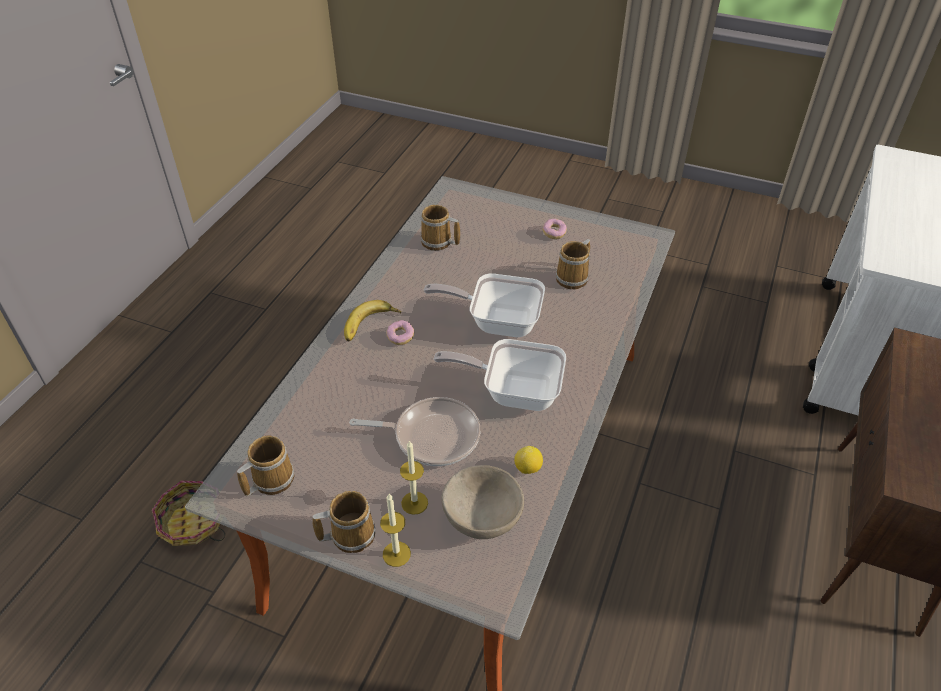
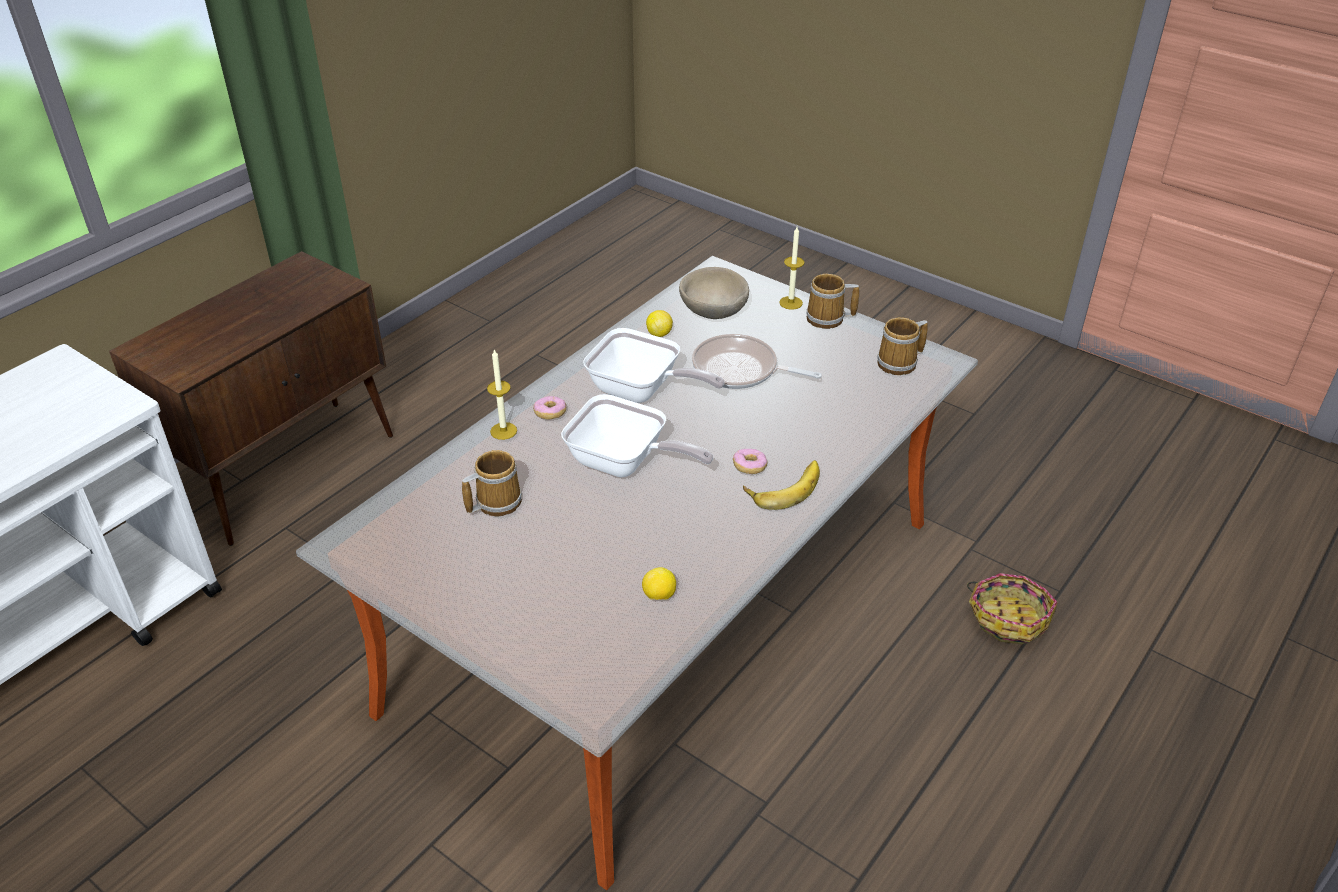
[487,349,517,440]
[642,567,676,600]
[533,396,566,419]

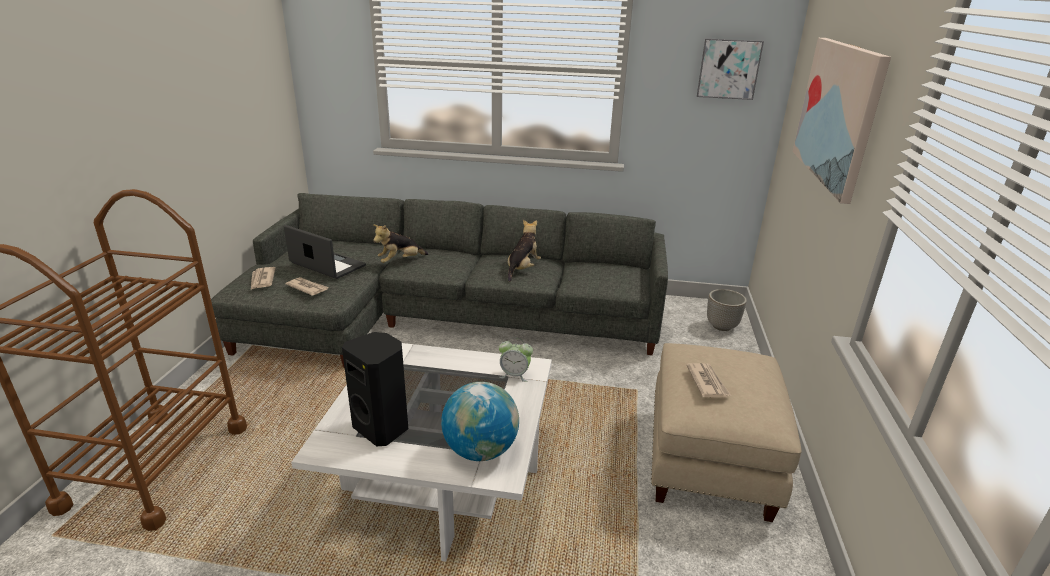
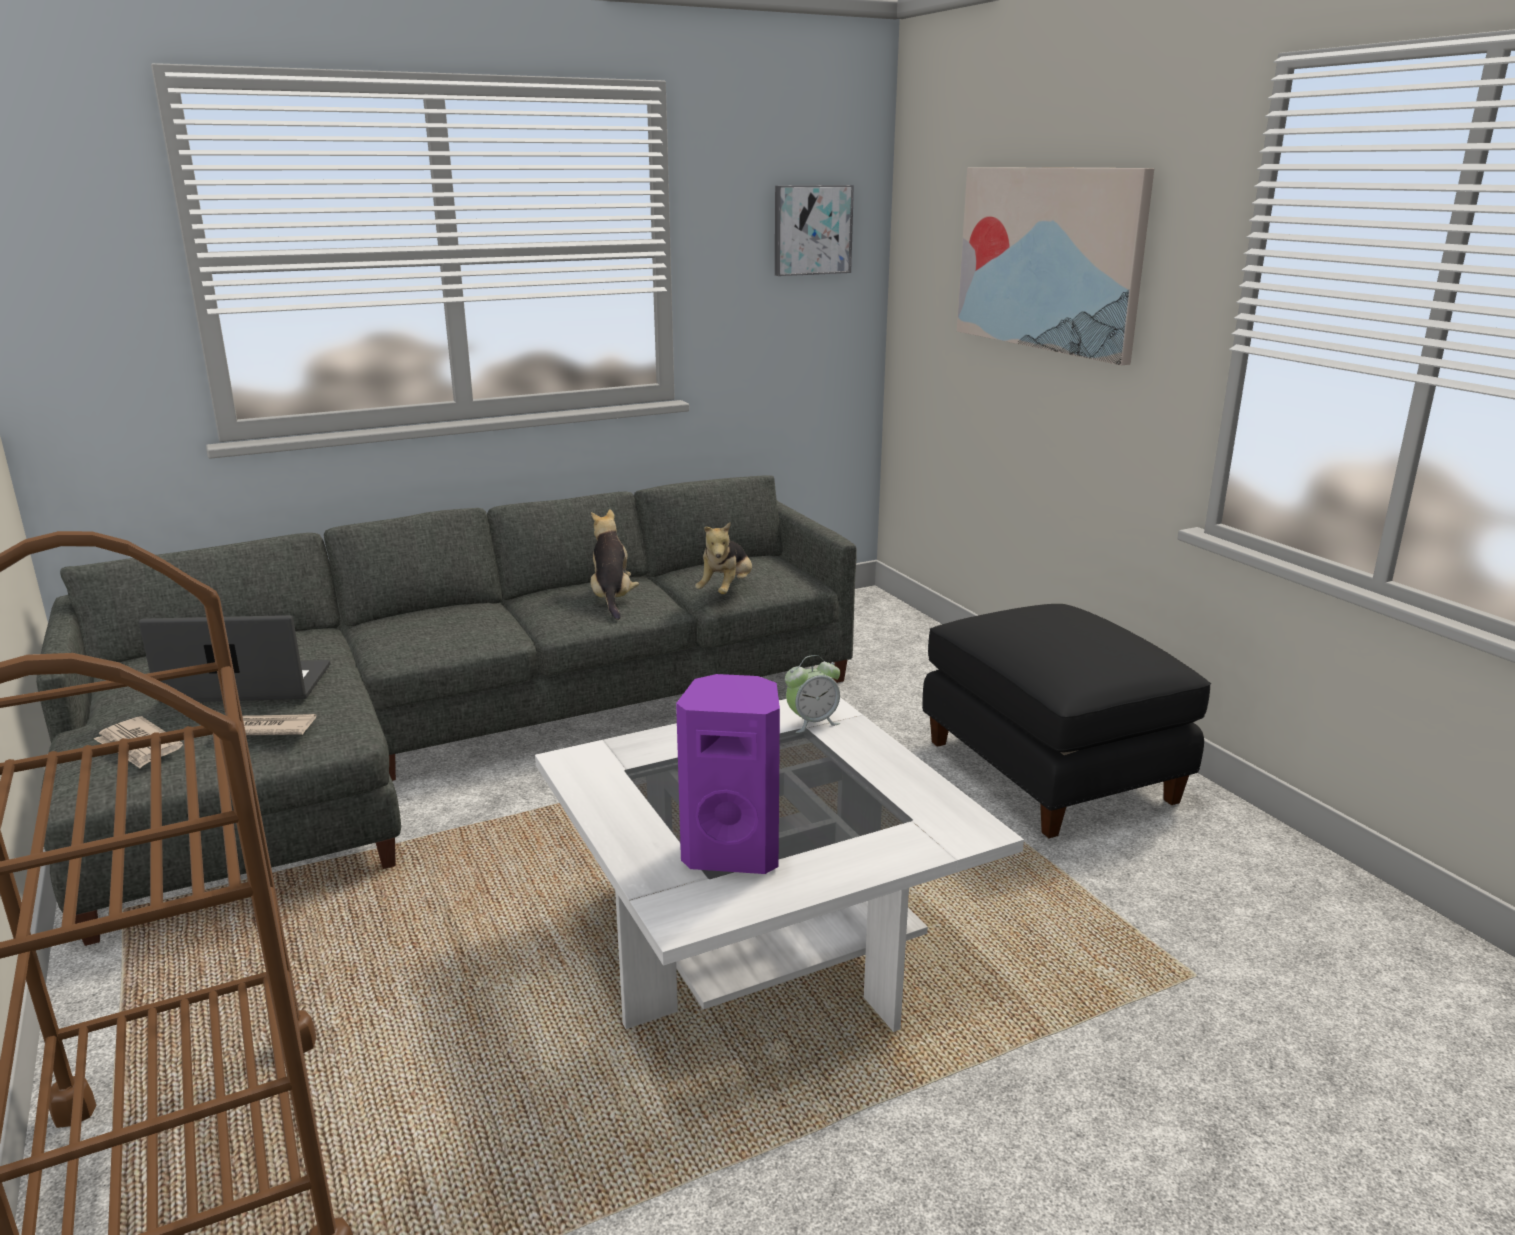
[676,674,780,874]
[695,522,752,594]
[441,382,519,461] (first image)
[922,604,1211,838]
[686,363,731,397] (first image)
[707,289,747,331] (first image)

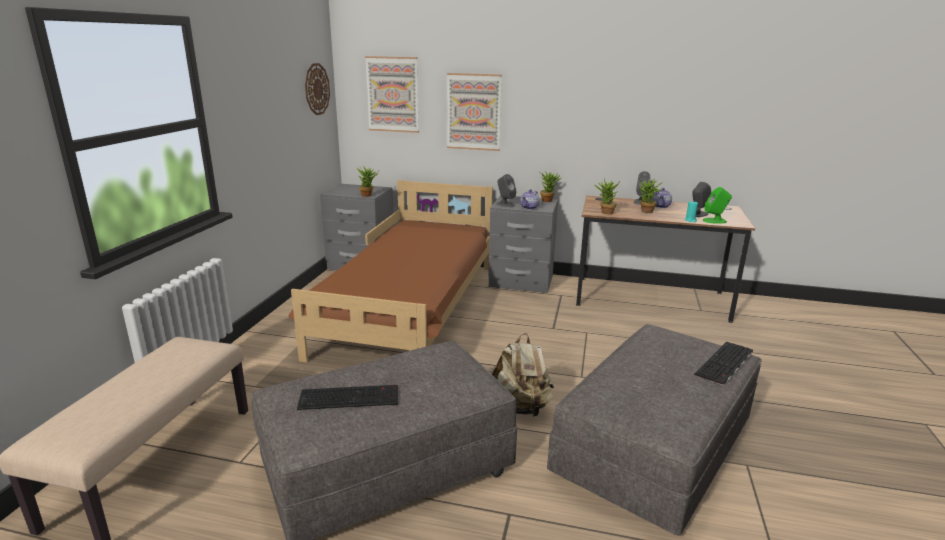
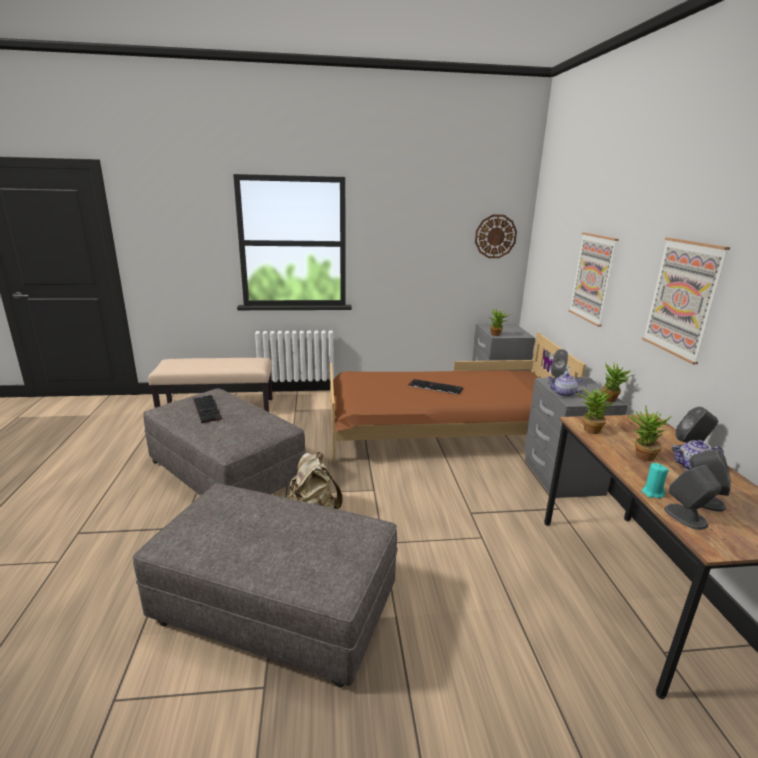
[642,238,730,364]
[408,379,463,395]
[664,465,722,530]

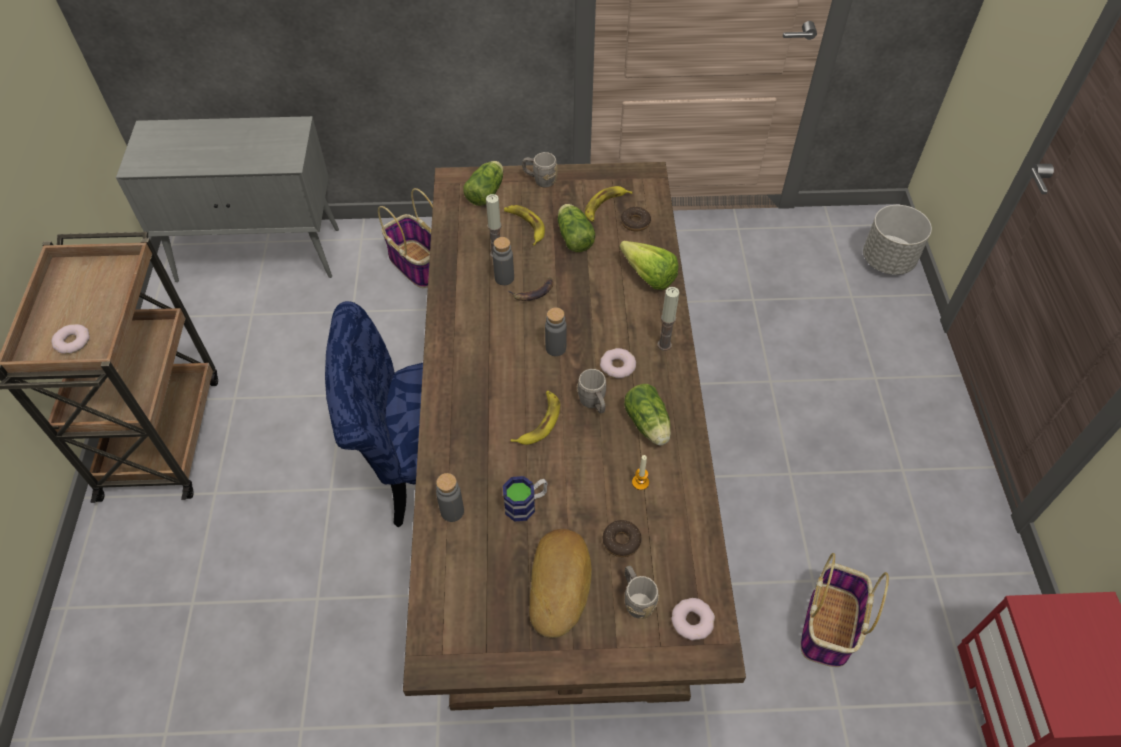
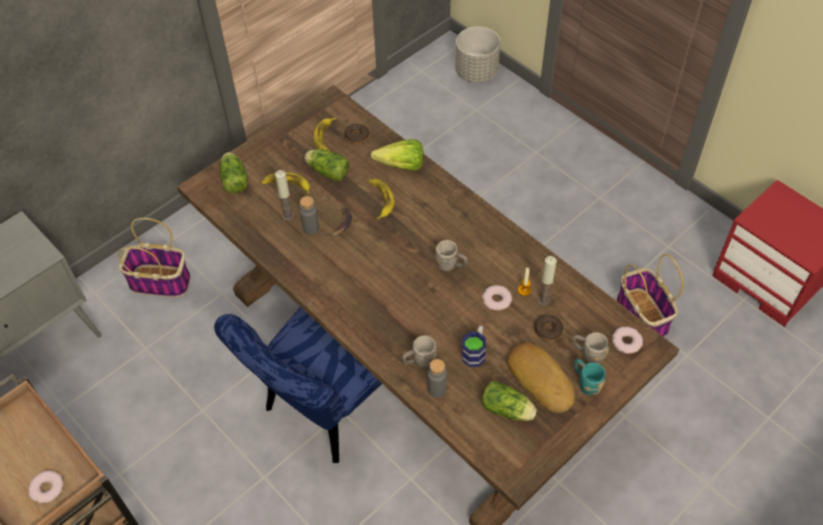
[369,179,395,220]
[402,336,437,368]
[545,307,567,356] (first image)
[482,285,512,311]
[482,381,537,421]
[538,256,557,306]
[574,359,605,395]

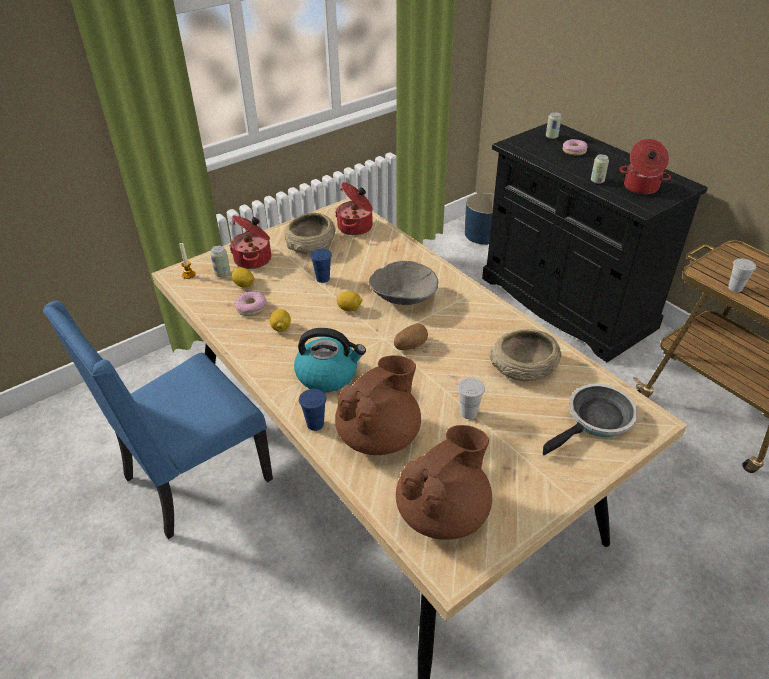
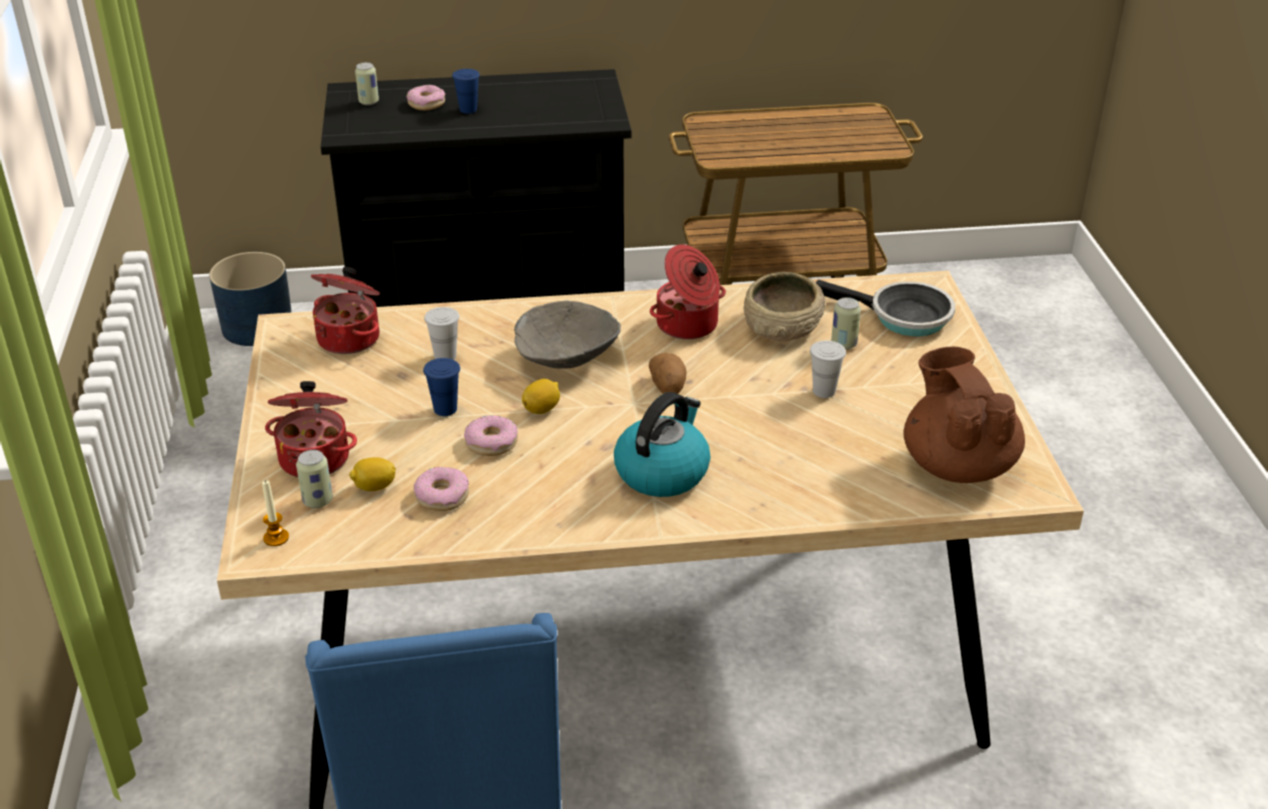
[270,309,291,332] (first image)
[285,213,336,254] (first image)
[452,69,480,114]
[335,355,421,455] (first image)
[816,280,955,336]
[831,297,861,349]
[650,244,726,339]
[424,307,459,360]
[464,415,518,456]

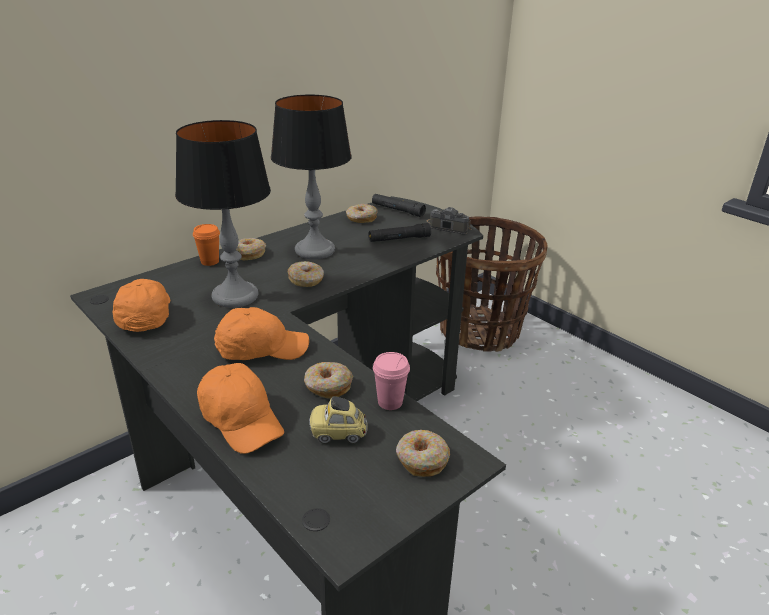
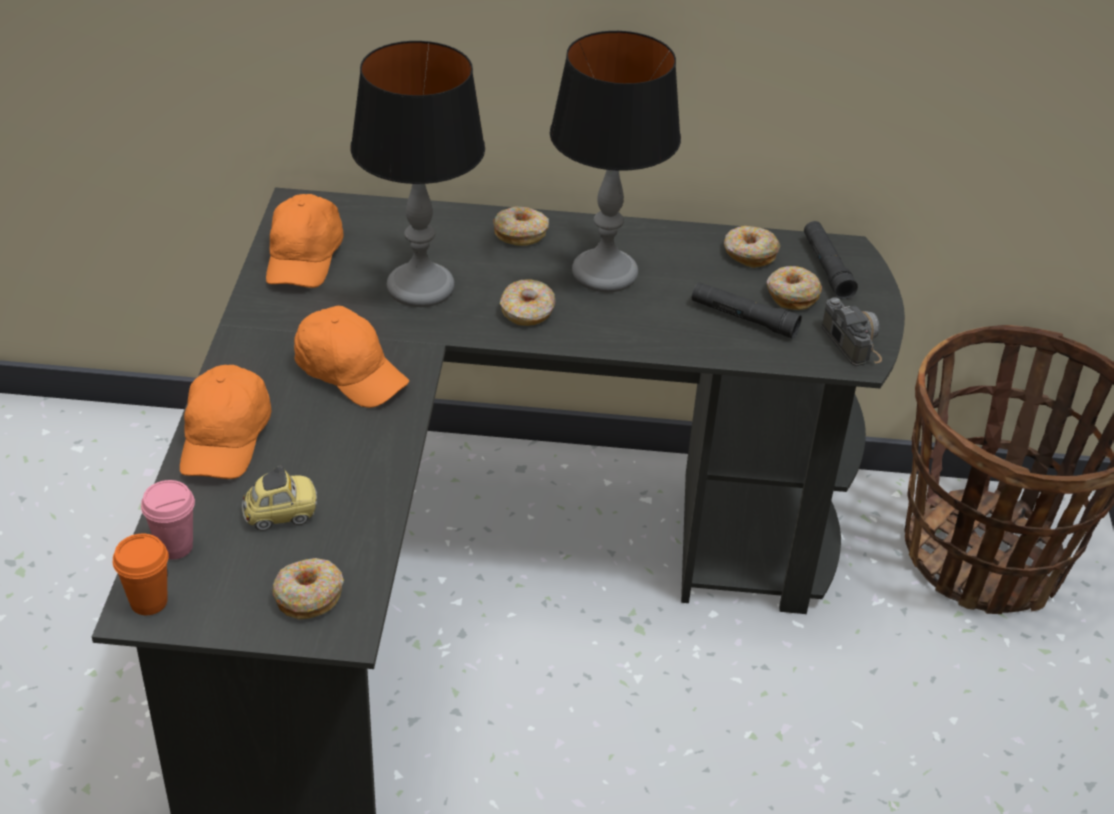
[266,194,343,288]
[113,534,169,615]
[767,266,822,310]
[242,465,317,531]
[141,480,195,560]

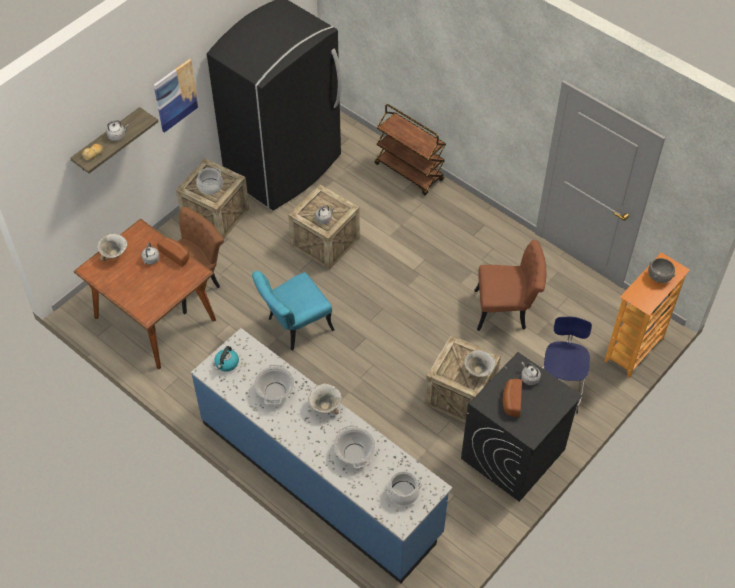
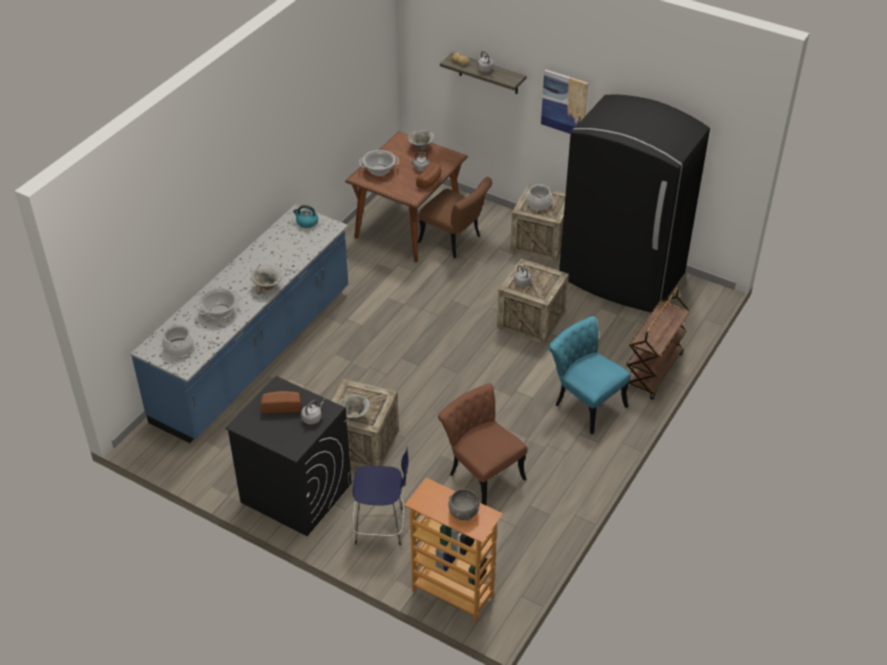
[548,316,631,434]
[359,150,399,176]
[438,384,527,505]

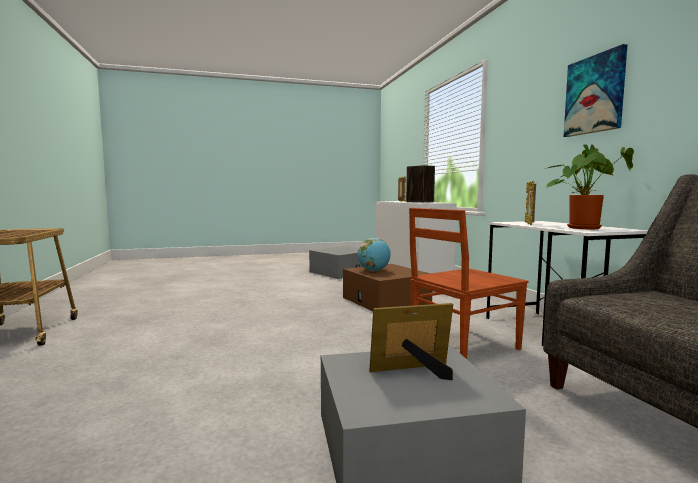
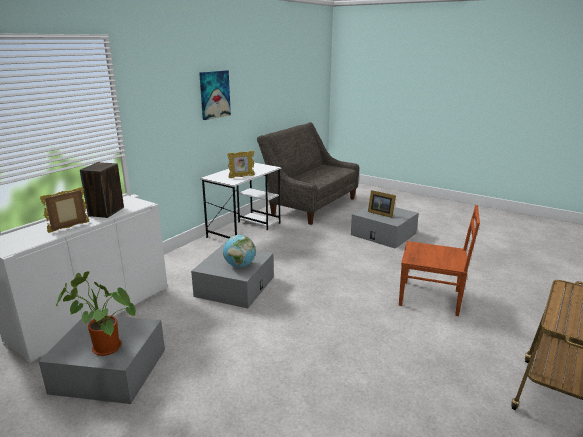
[191,245,274,308]
[399,205,480,316]
[56,271,136,356]

